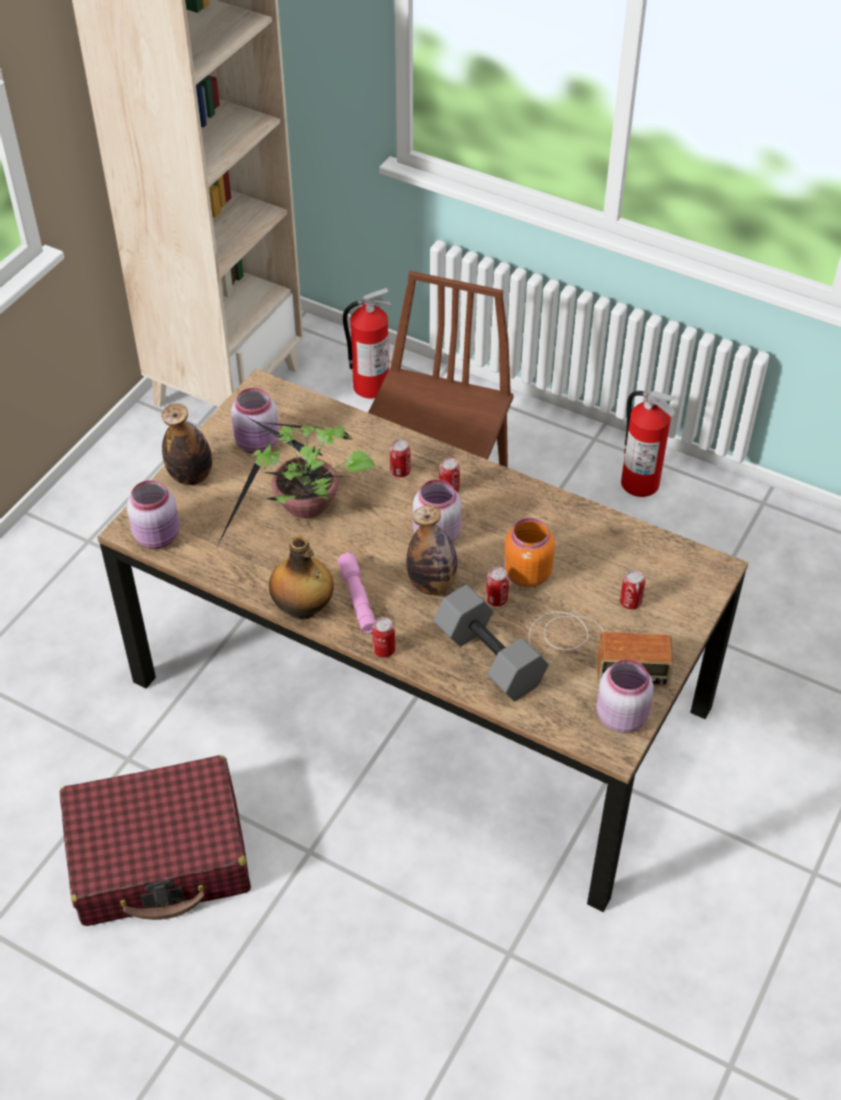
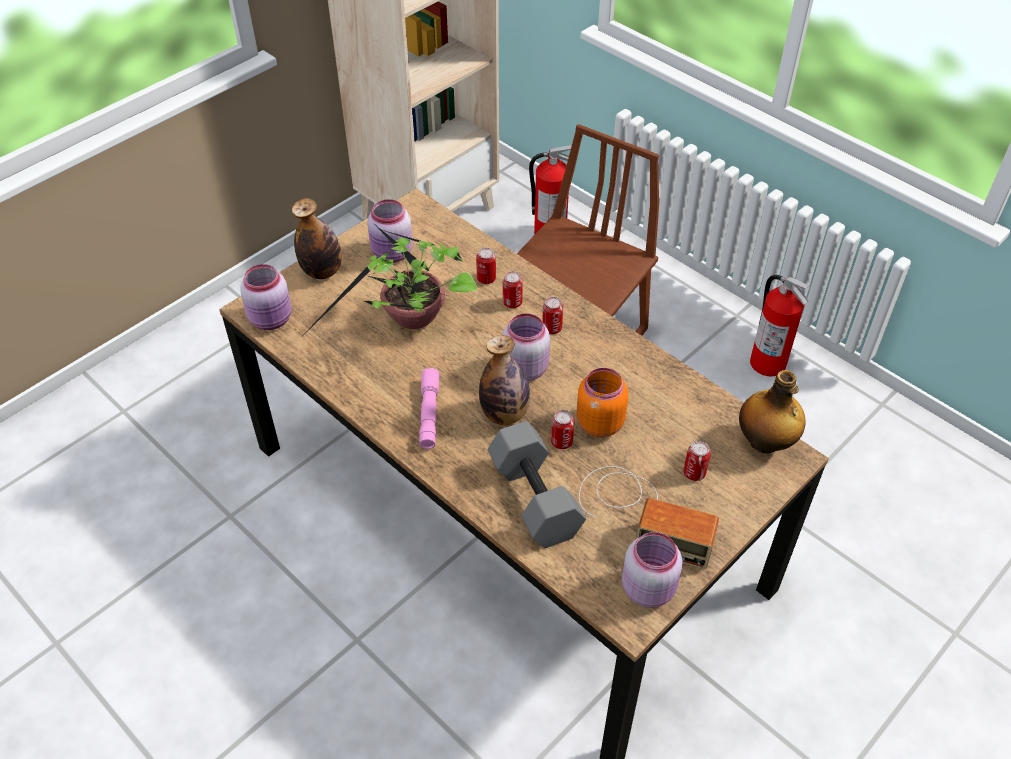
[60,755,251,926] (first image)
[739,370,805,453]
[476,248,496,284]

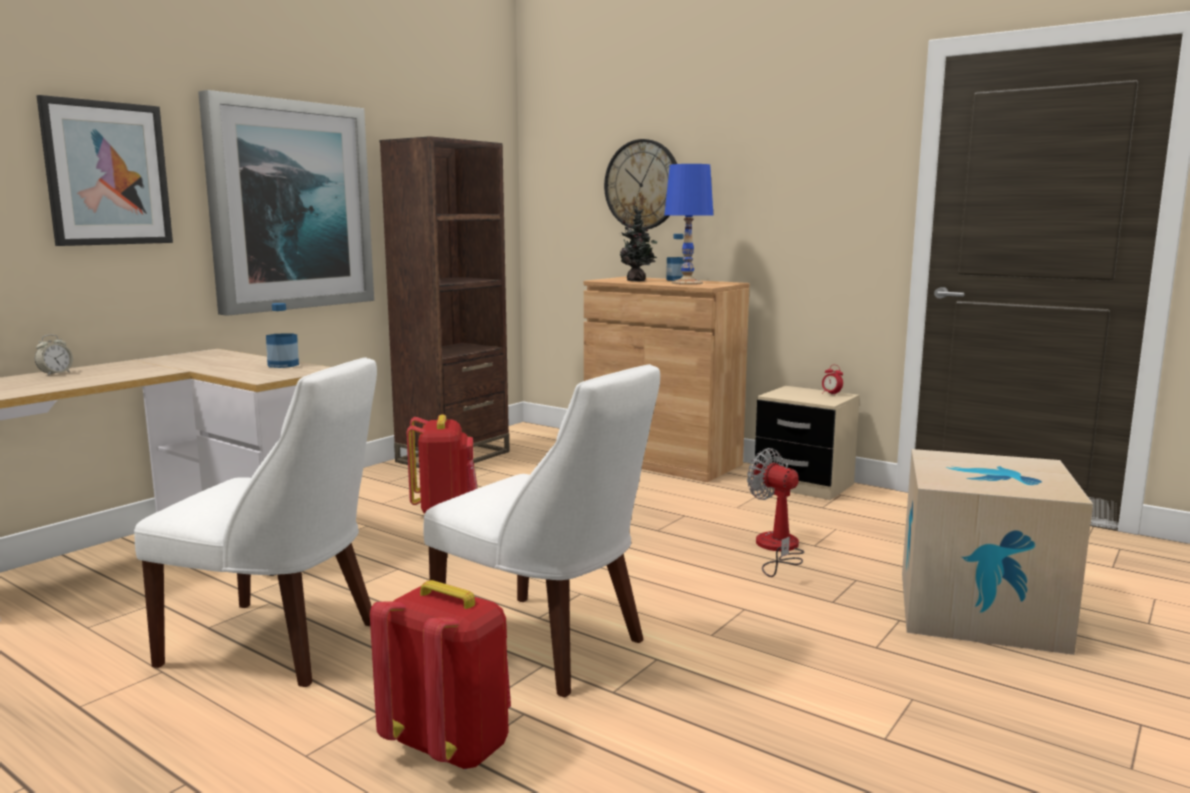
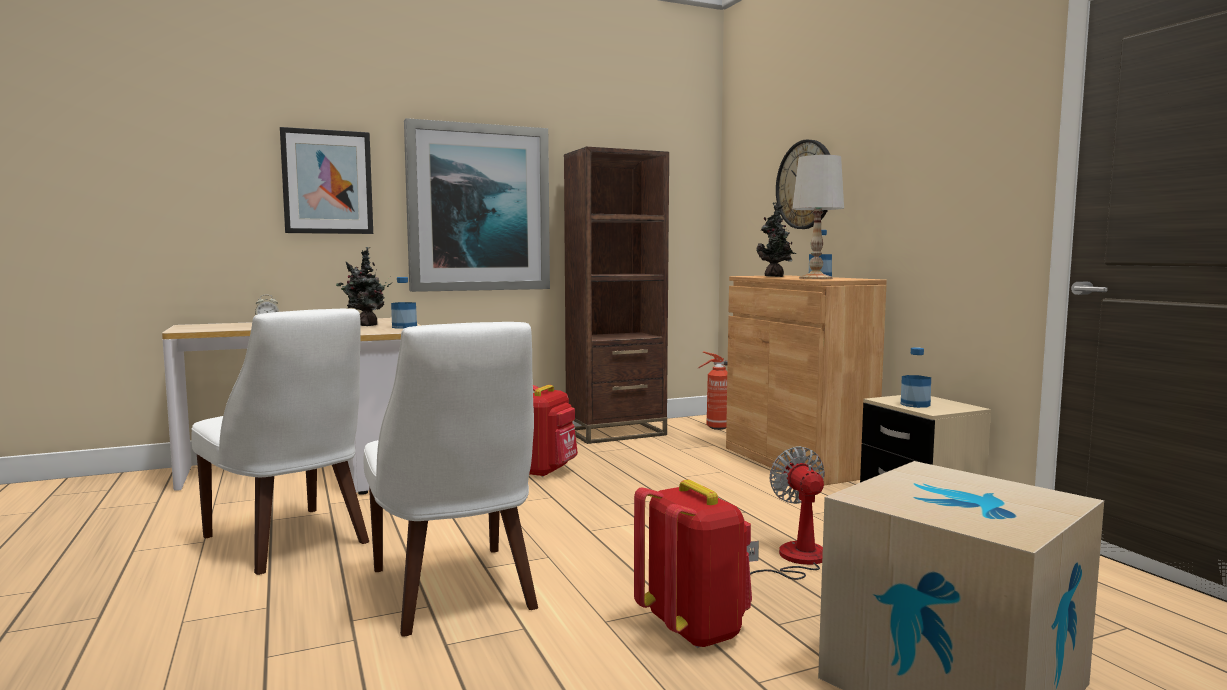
[634,480,752,648]
[792,155,844,279]
[822,365,843,396] (first image)
[336,247,392,326]
[698,352,728,430]
[901,347,931,408]

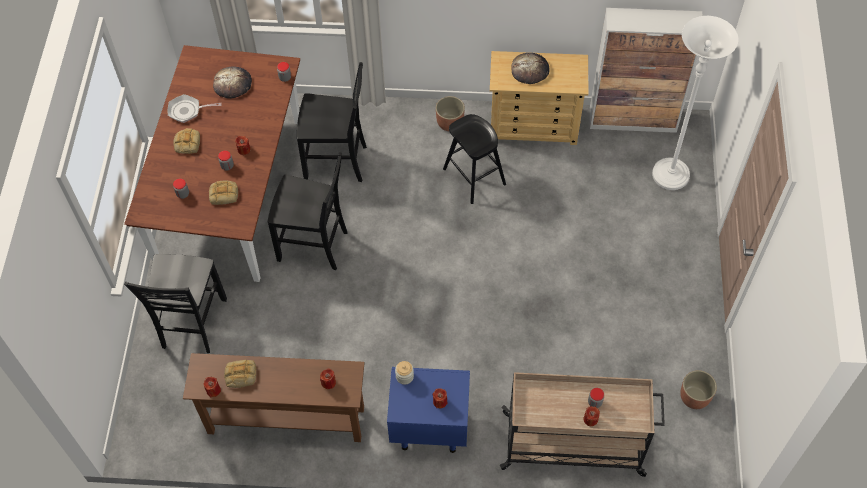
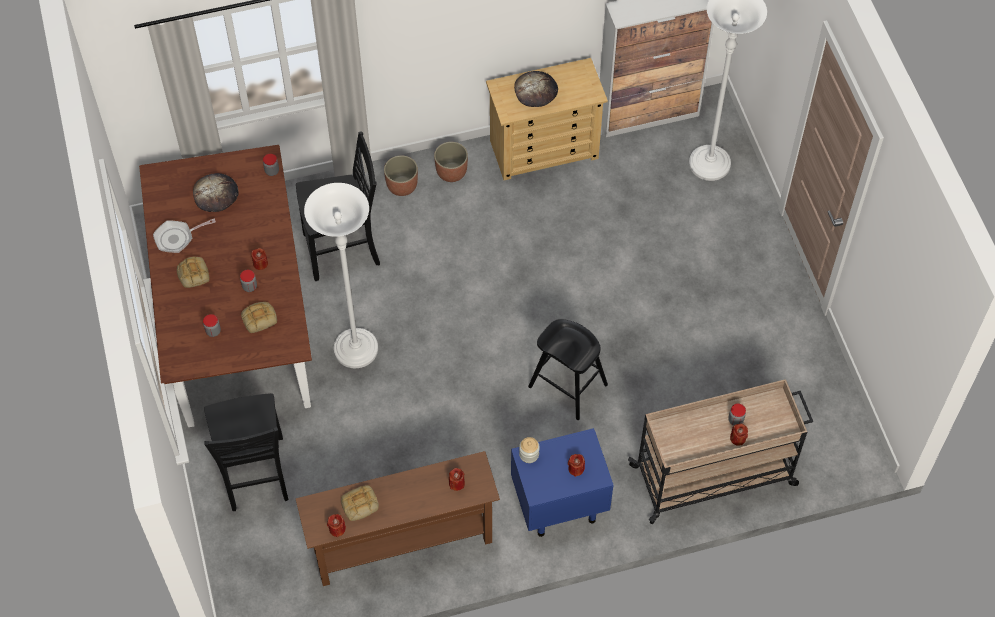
[304,183,378,368]
[528,319,608,420]
[384,155,418,196]

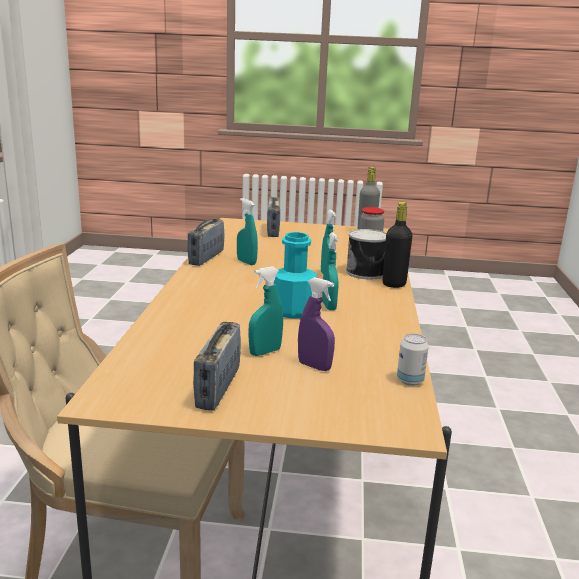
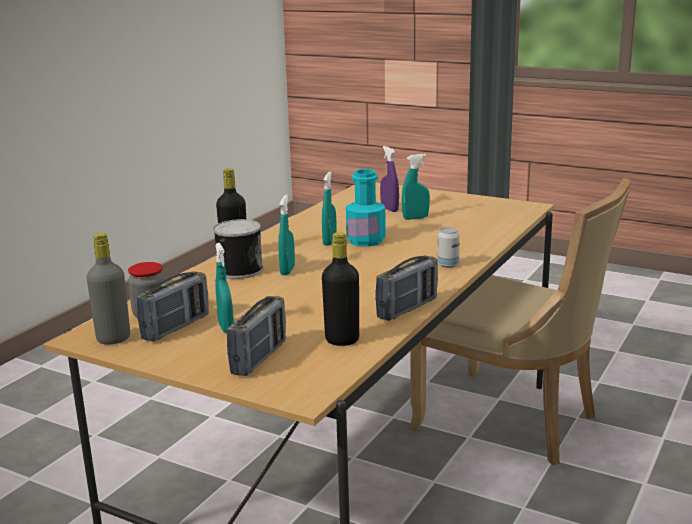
[137,271,209,342]
[215,243,234,333]
[438,227,460,268]
[322,232,359,346]

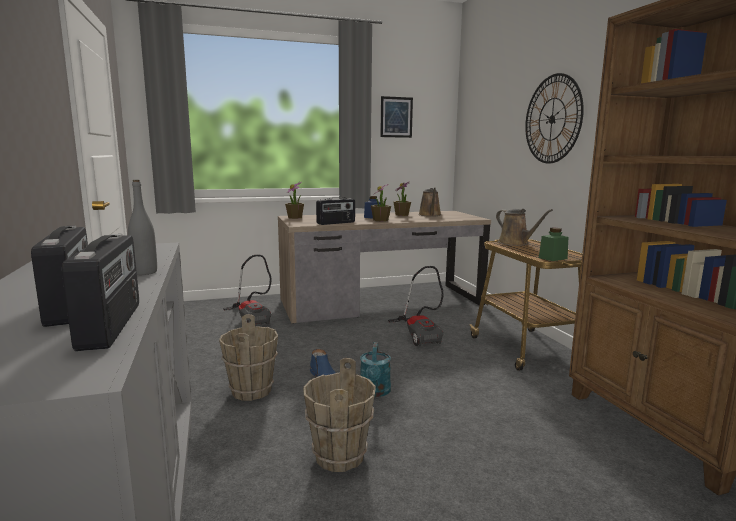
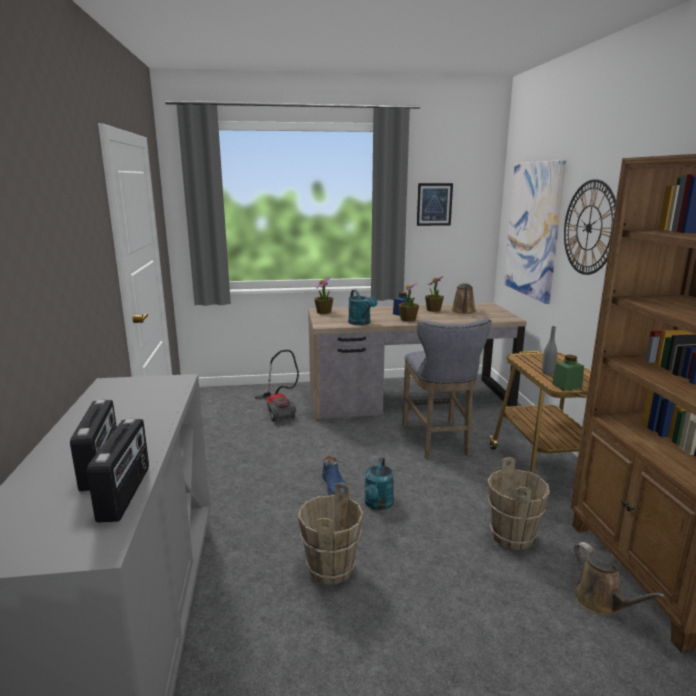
[542,326,557,375]
[487,457,550,550]
[348,290,377,325]
[403,318,492,458]
[573,542,666,616]
[504,160,566,304]

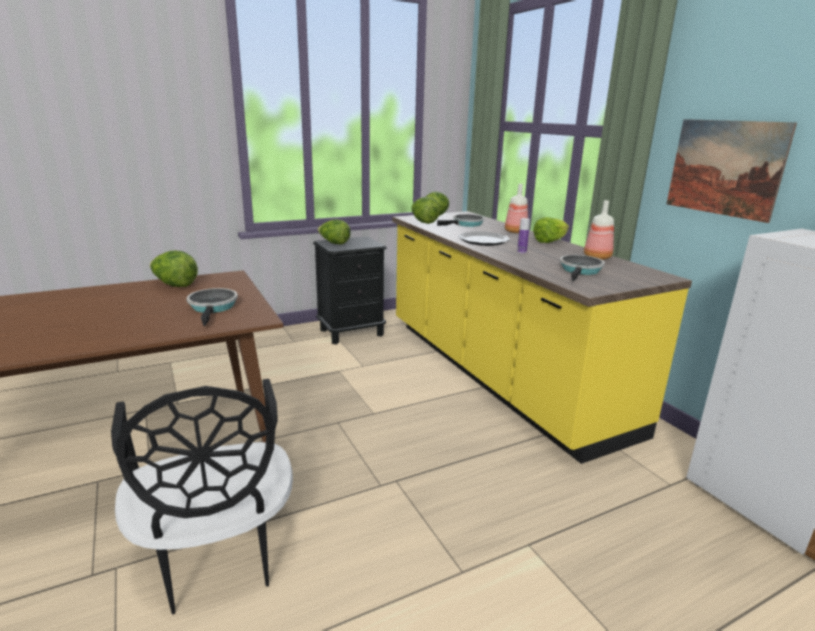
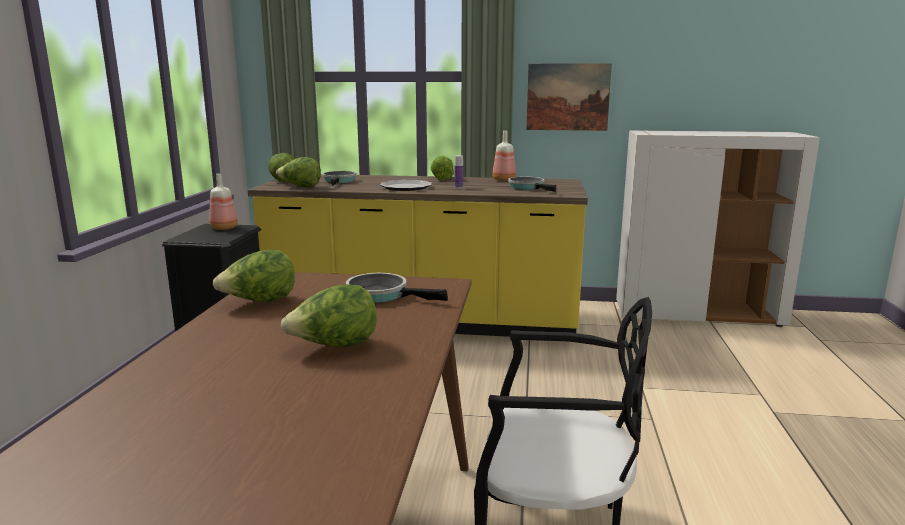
[281,284,377,347]
[209,173,238,230]

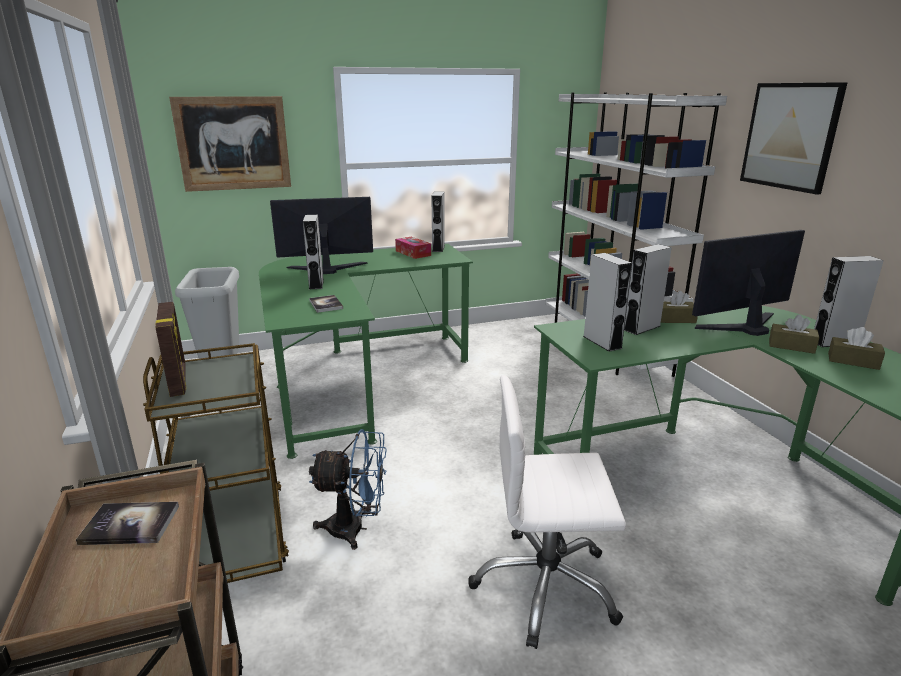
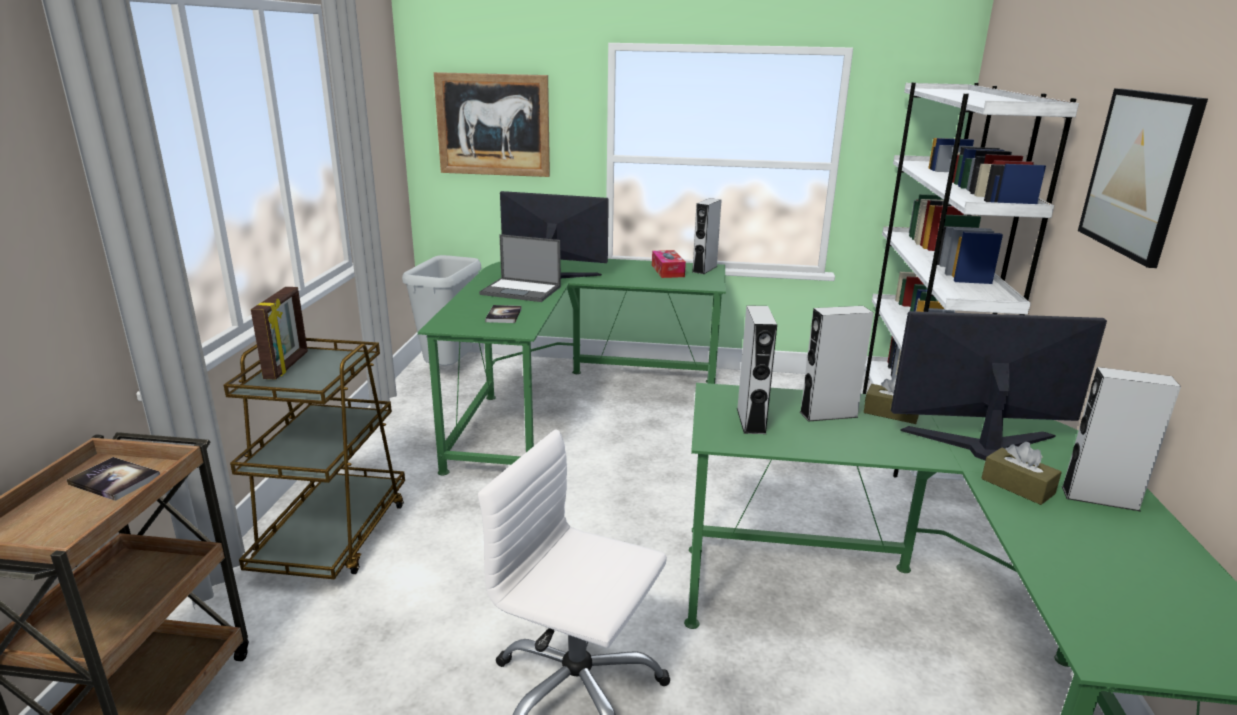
[479,234,561,302]
[309,429,387,550] (first image)
[828,327,885,370] (first image)

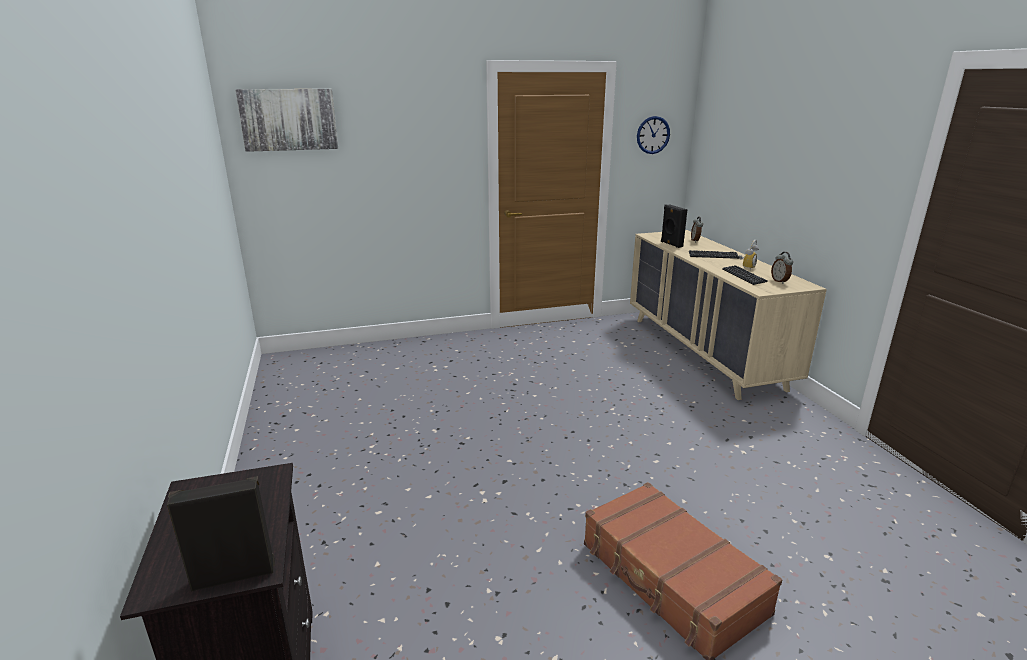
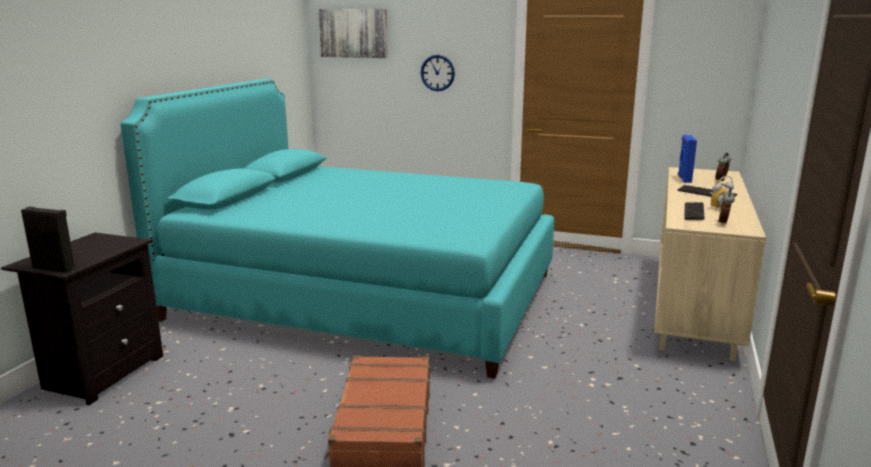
[421,55,455,91]
[678,135,697,183]
[120,79,554,378]

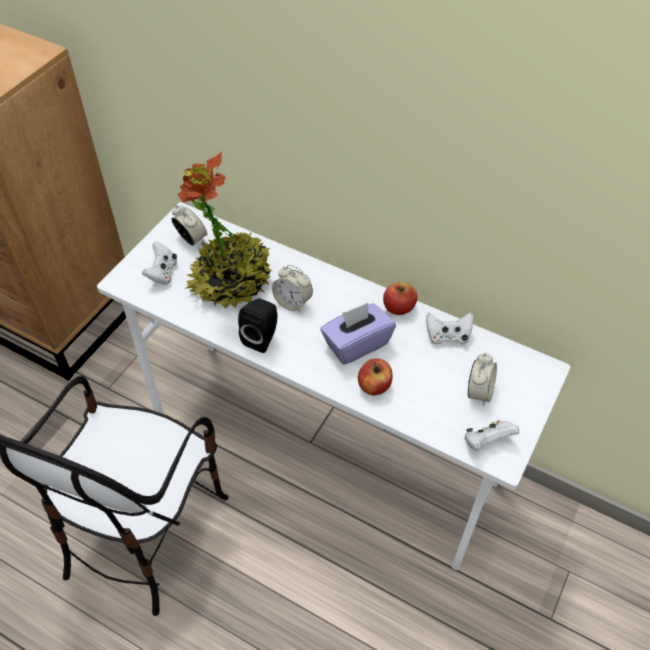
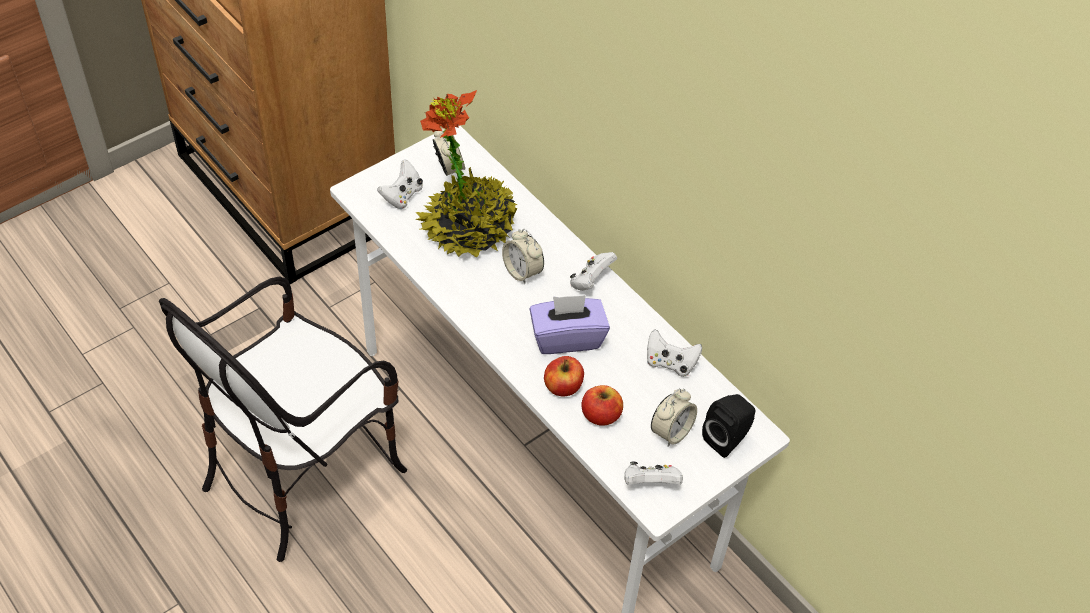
[702,394,755,458]
[582,385,623,426]
[570,252,617,291]

